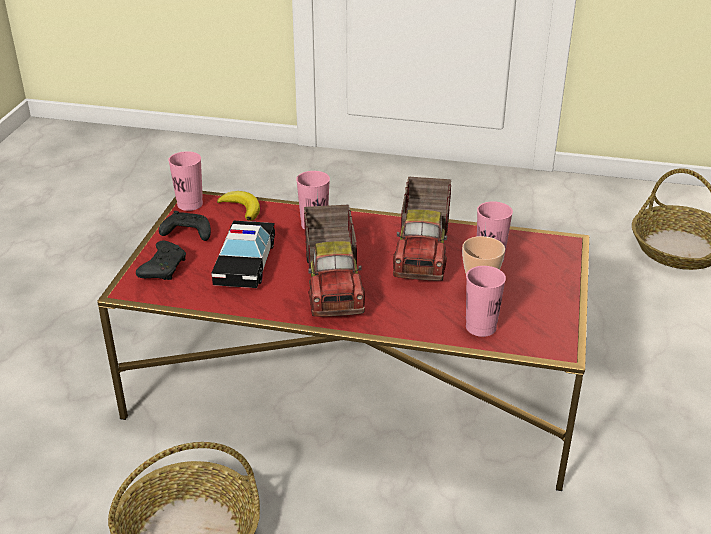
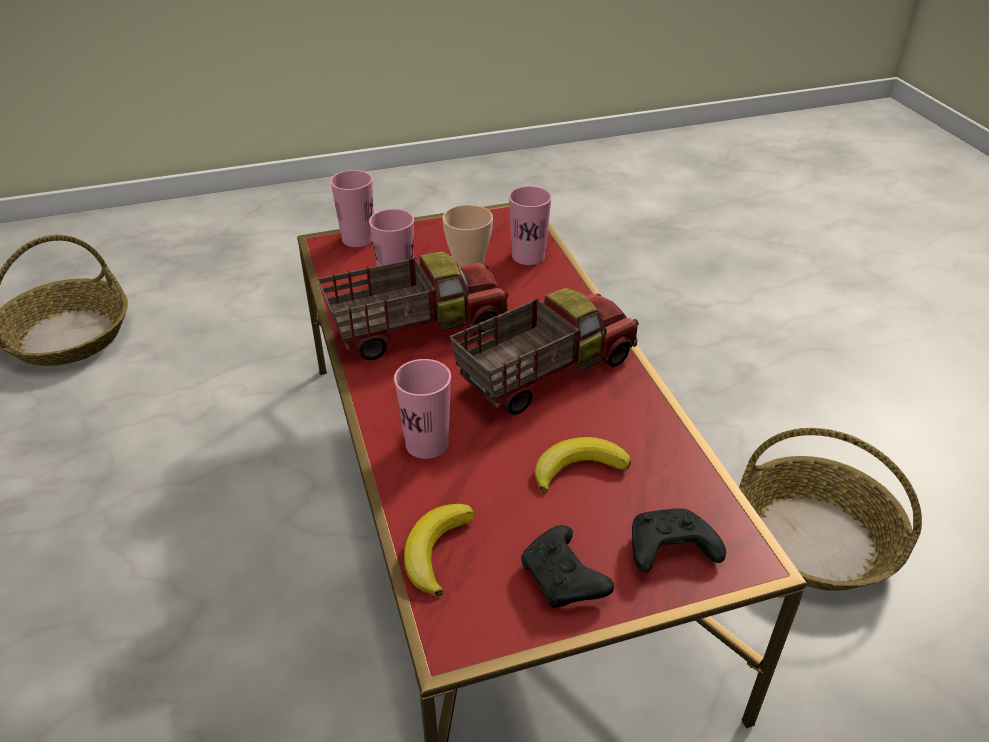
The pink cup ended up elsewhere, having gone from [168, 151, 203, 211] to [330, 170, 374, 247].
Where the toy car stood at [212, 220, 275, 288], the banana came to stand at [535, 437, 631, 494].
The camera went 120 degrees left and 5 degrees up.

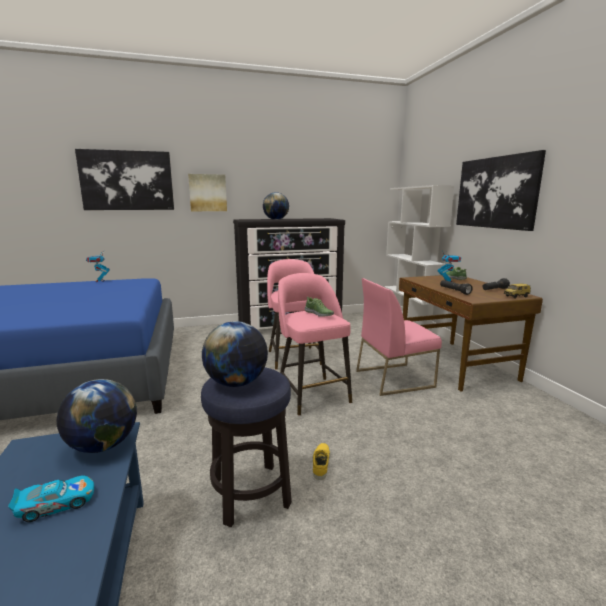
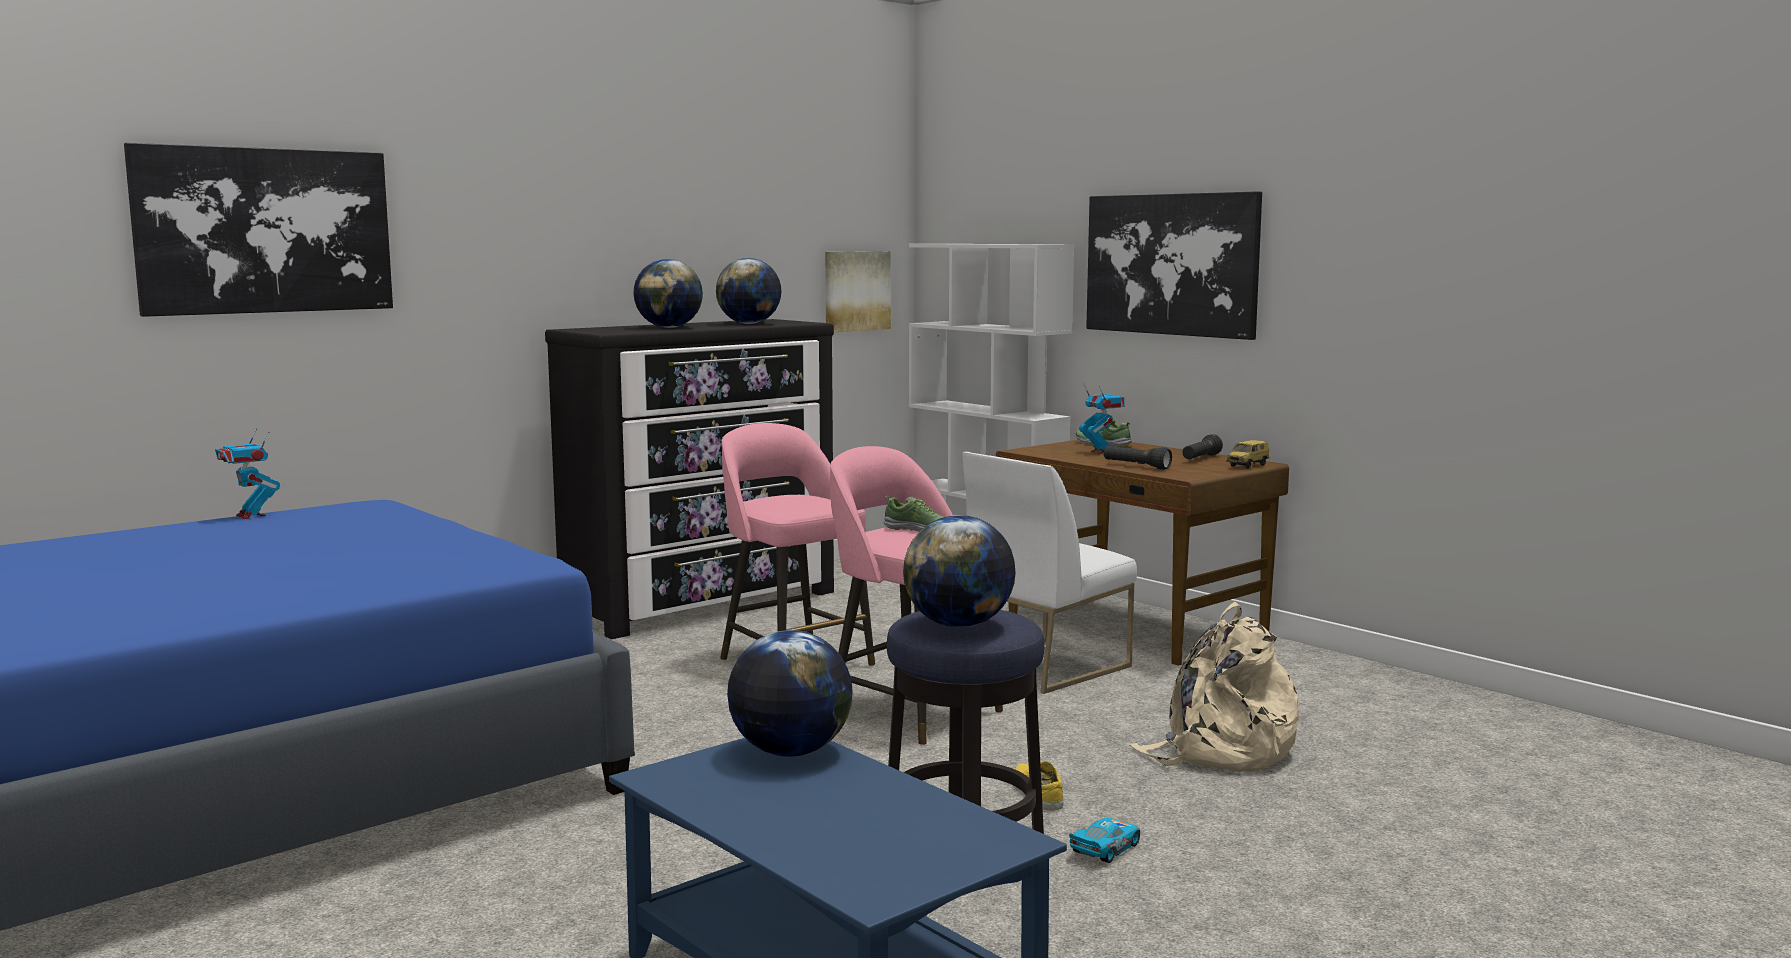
The second view gained the globe at [716, 258, 781, 324].
The picture ended up elsewhere, having gone from [188, 174, 227, 211] to [825, 251, 891, 332].
What was the pink chair at [356, 278, 442, 396] turned into the white chair at [962, 452, 1137, 694].
The toy car ended up elsewhere, having gone from [8, 475, 94, 522] to [1069, 817, 1140, 863].
The second view gained the beige backpack at [1130, 602, 1300, 772].
The camera went 25 degrees left and 5 degrees down.

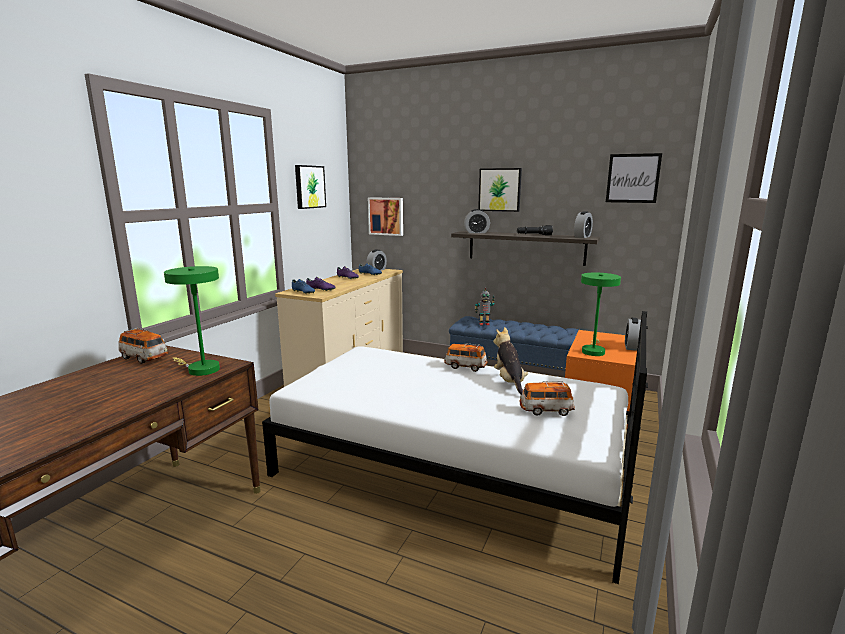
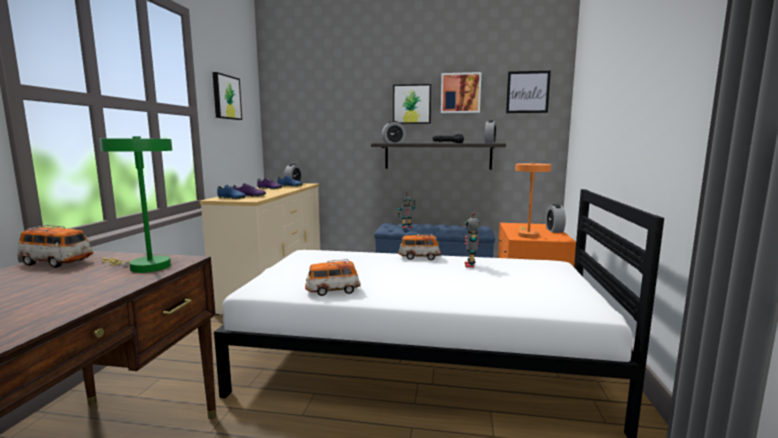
The toy car ended up elsewhere, having gone from [520, 381, 575, 416] to [305, 259, 361, 296].
The picture ended up elsewhere, having gone from [368, 197, 403, 236] to [441, 72, 481, 113].
Where the plush toy stood at [493, 327, 528, 395], the toy robot came to stand at [465, 213, 480, 268].
What was the green table lamp at [581, 273, 621, 356] turned into the orange table lamp at [515, 163, 551, 238].
The camera went 15 degrees left and 5 degrees down.

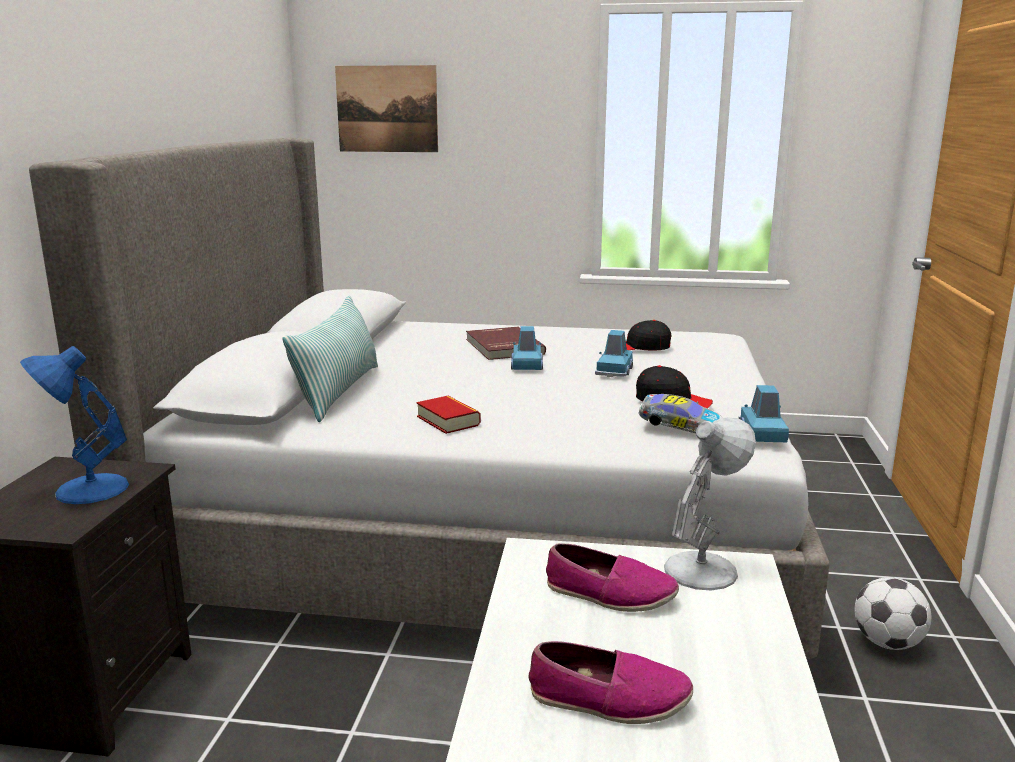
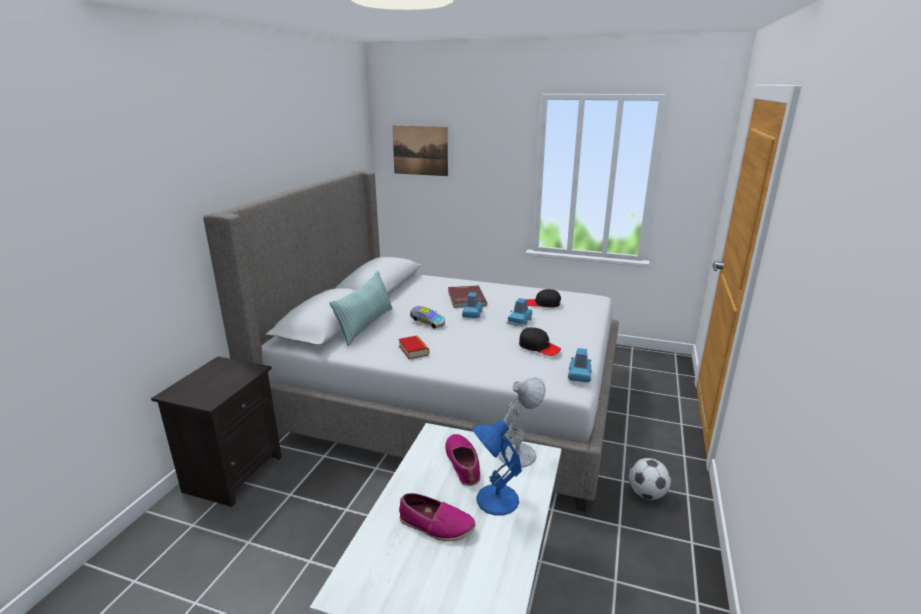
The toy car ended up elsewhere, having gone from [639, 394, 722, 433] to [410, 306, 445, 328].
The shoe at [546, 543, 679, 612] ended up facing another way, 135 degrees counterclockwise from before.
The blue table lamp ended up elsewhere, having gone from [20, 346, 129, 504] to [472, 420, 522, 516].
The camera went 10 degrees right and 5 degrees up.

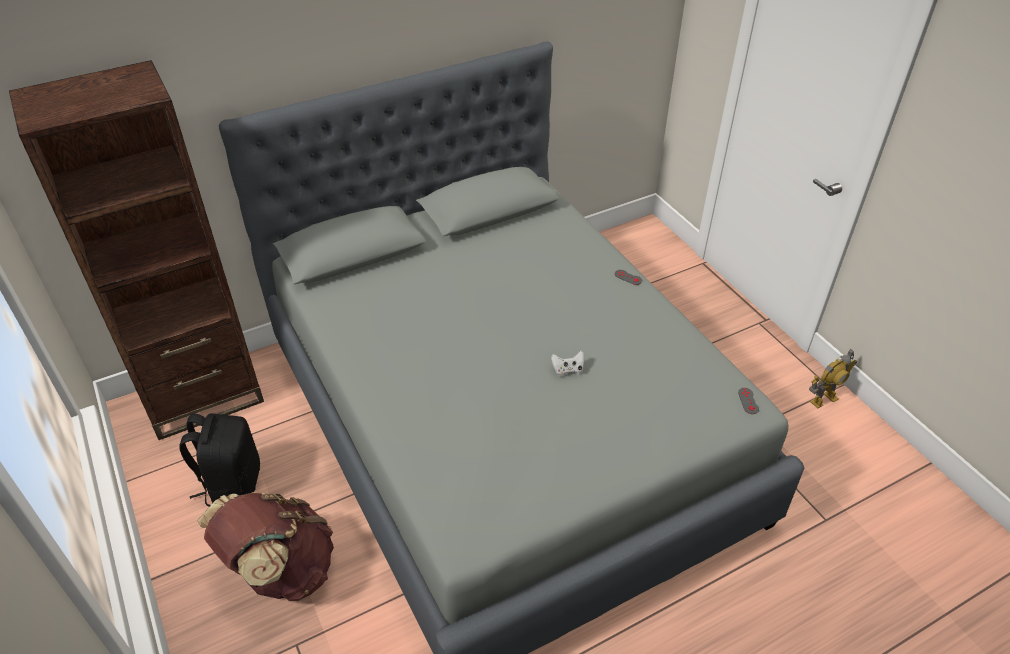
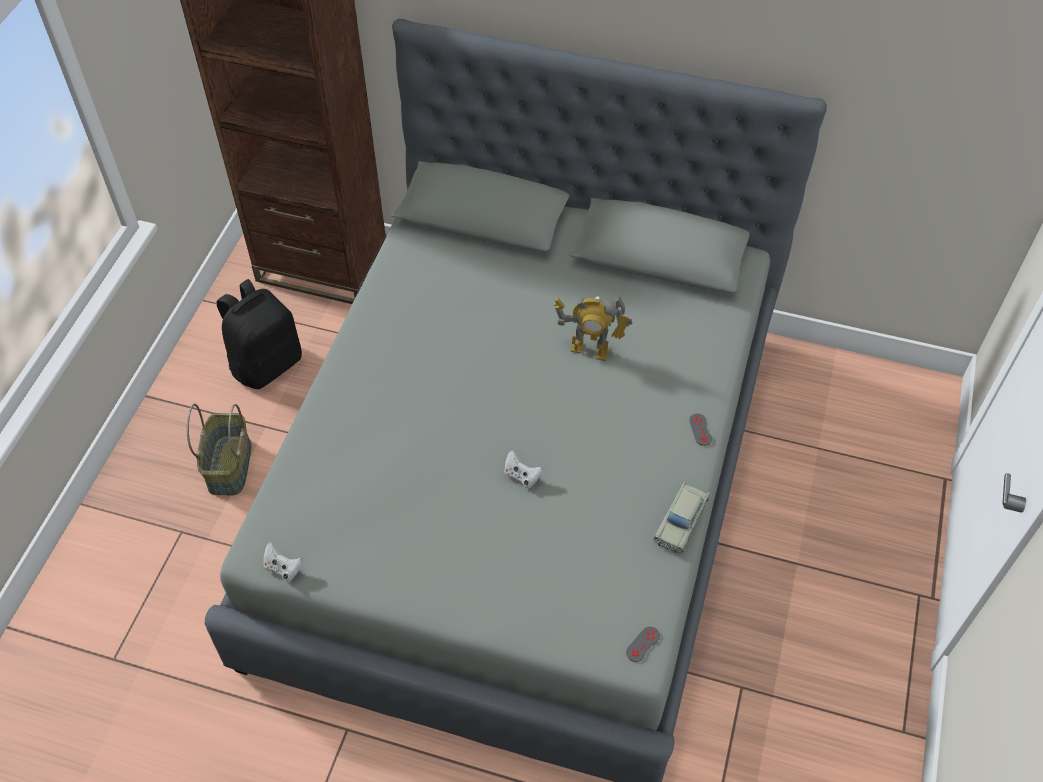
Where the brown backpack stood at [197, 492, 334, 601], the basket came to stand at [187, 404, 252, 495].
The second view gained the white game controller at [264, 542, 303, 582].
The toy robot ended up elsewhere, having gone from [809, 349, 857, 408] to [554, 296, 632, 361].
The second view gained the beige toy car at [654, 481, 710, 553].
The camera went 45 degrees right and 10 degrees up.

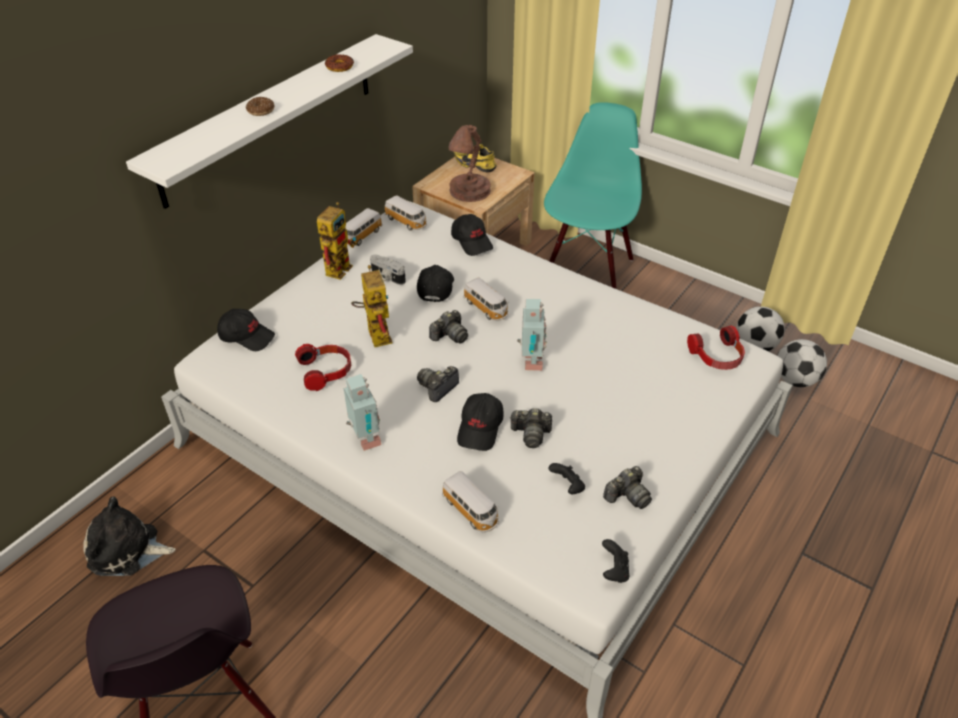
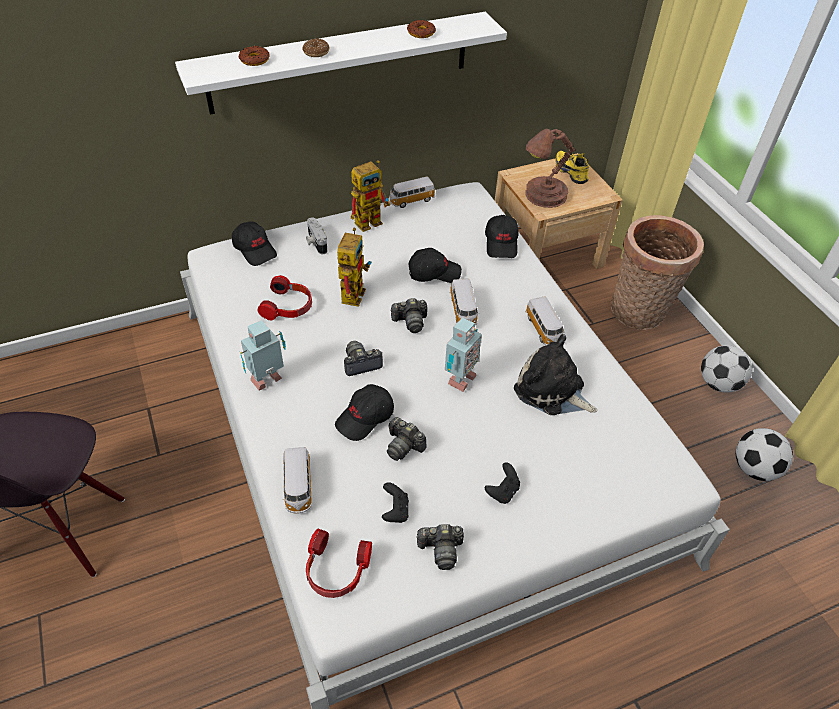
The second view gained the donut at [239, 46, 270, 66].
The toy robot at [344, 374, 381, 451] ended up facing another way, 135 degrees counterclockwise from before.
The photo camera ended up elsewhere, having gone from [370, 254, 406, 285] to [306, 218, 327, 254].
The headphones ended up elsewhere, having gone from [687, 325, 745, 370] to [306, 529, 372, 598].
The black cap at [417, 265, 454, 302] ended up facing another way, 45 degrees clockwise from before.
The black game controller ended up elsewhere, having gone from [602, 539, 629, 583] to [485, 462, 520, 504].
The plush toy ended up elsewhere, having gone from [83, 496, 175, 576] to [514, 334, 597, 415].
The toy car ended up elsewhere, having gone from [385, 195, 427, 231] to [525, 296, 566, 345].
Where the turquoise chair stood at [544, 102, 642, 289], the basket came to stand at [611, 215, 704, 330].
The football ended up elsewhere, having gone from [777, 339, 827, 387] to [701, 345, 752, 393].
The camera went 30 degrees right and 5 degrees up.

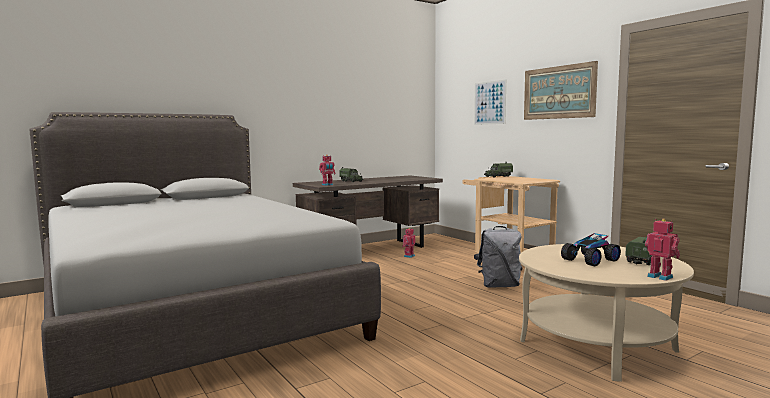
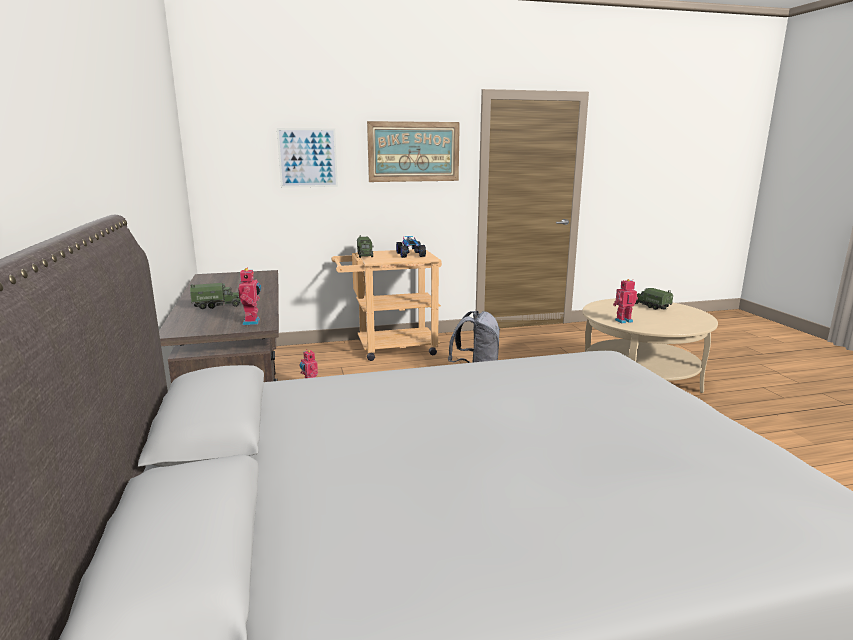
The toy car ended up elsewhere, having gone from [561, 233, 621, 266] to [396, 236, 426, 258].
The toy robot ended up elsewhere, having gone from [645, 219, 680, 281] to [613, 279, 638, 324].
The camera went 70 degrees left and 10 degrees up.

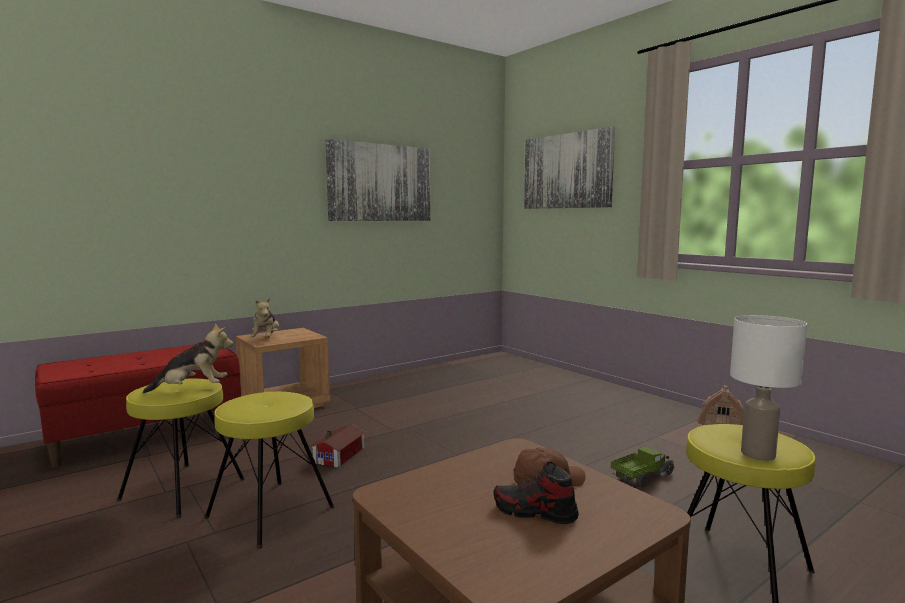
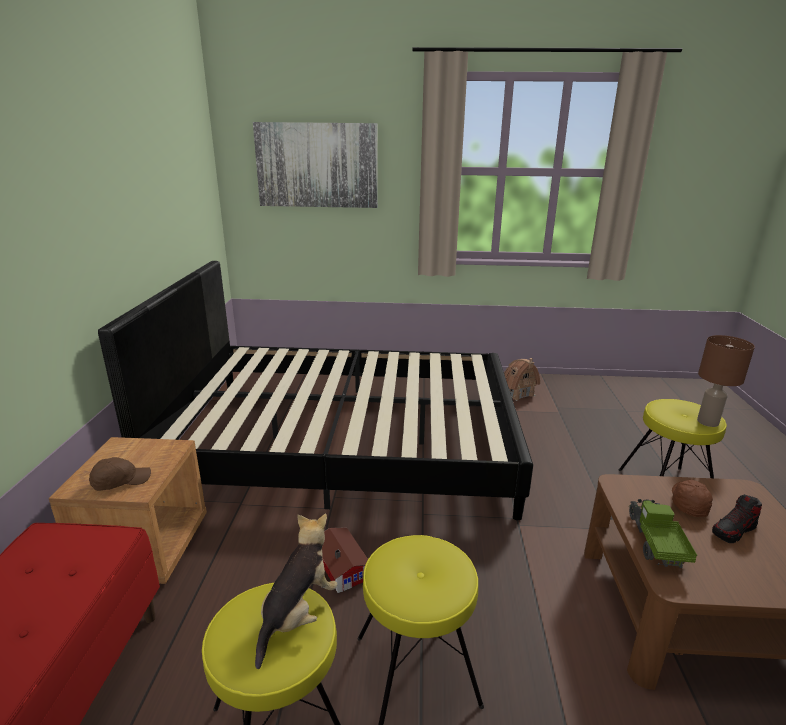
Where the plush toy stood at [250, 298, 279, 338], the brown cap came to stand at [89, 457, 151, 491].
The second view gained the black bed at [98, 261, 533, 520].
The toy truck ended up elsewhere, having gone from [611, 447, 675, 488] to [629, 499, 697, 568].
What was the white table lamp at [730, 315, 807, 461] turned into the brown table lamp at [697, 335, 755, 427].
The second view lost the picture at [326, 139, 431, 221].
The camera went 50 degrees left and 15 degrees up.

